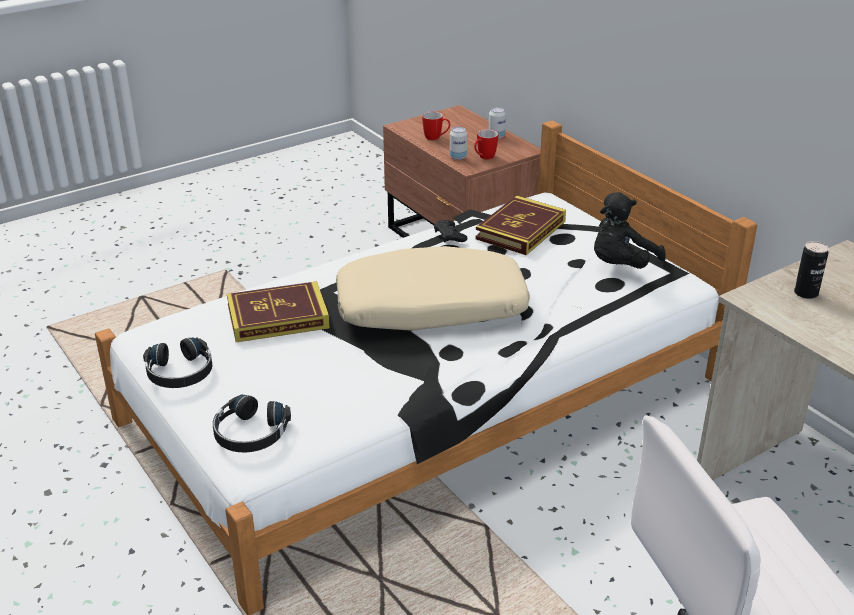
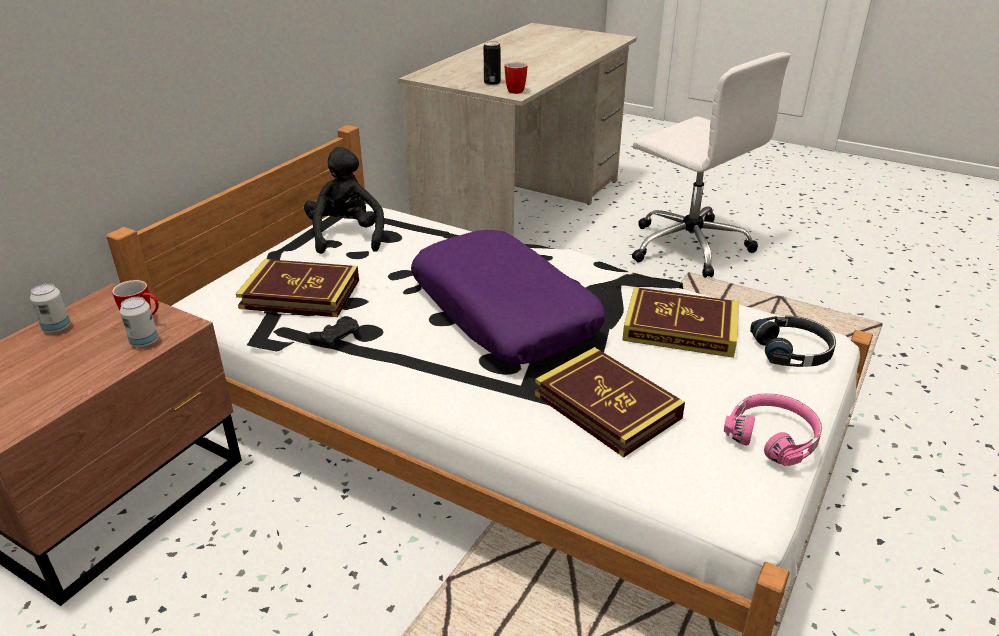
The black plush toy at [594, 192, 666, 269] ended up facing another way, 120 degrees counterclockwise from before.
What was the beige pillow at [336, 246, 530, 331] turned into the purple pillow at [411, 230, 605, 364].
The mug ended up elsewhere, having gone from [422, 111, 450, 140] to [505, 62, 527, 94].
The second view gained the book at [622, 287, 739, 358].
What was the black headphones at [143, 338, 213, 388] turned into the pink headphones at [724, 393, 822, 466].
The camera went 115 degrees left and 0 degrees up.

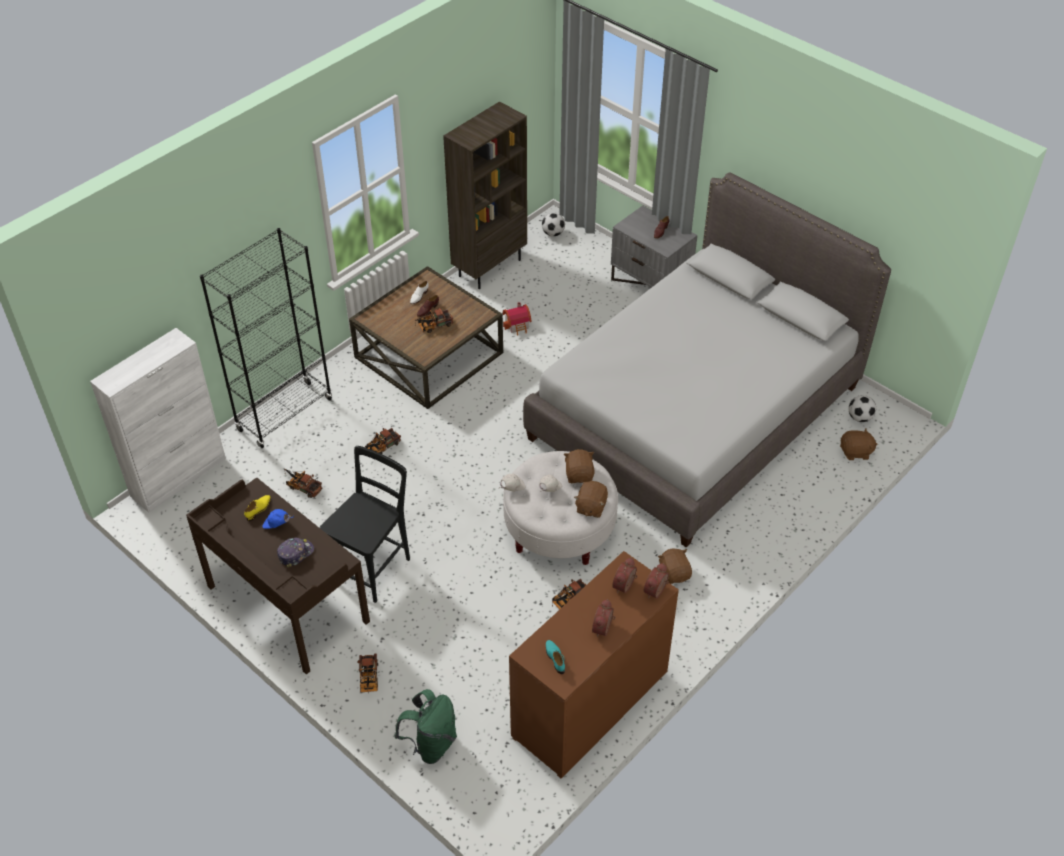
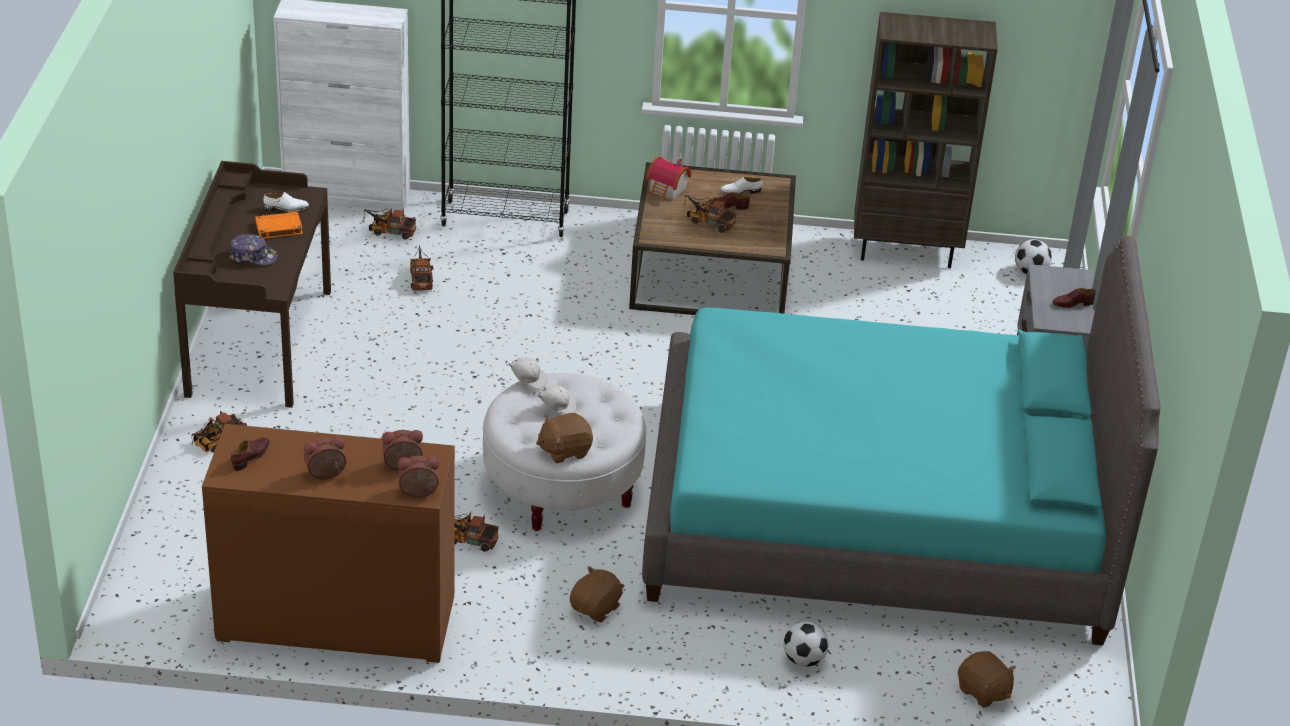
What was the turquoise shoe at [546, 640, 565, 674] turned into the brown shoe at [231, 437, 270, 471].
Where the blue cap stood at [262, 509, 294, 529], the orange book came to stand at [255, 212, 303, 239].
What was the yellow shoe at [244, 495, 271, 521] turned into the white shoe at [263, 192, 309, 212].
The toy truck ended up elsewhere, having gone from [365, 428, 401, 454] to [363, 208, 416, 240].
What was the grey bed at [523, 173, 891, 547] turned into the turquoise bed at [642, 236, 1161, 645].
The toy house ended up elsewhere, having gone from [503, 302, 532, 336] to [646, 156, 692, 202].
The football ended up elsewhere, having gone from [848, 395, 876, 422] to [783, 621, 829, 667].
The second view lost the black chair at [320, 446, 410, 603].
The second view lost the green backpack at [394, 689, 457, 764].
The second view lost the brown plush toy at [564, 449, 594, 483].
The camera went 50 degrees right and 10 degrees down.

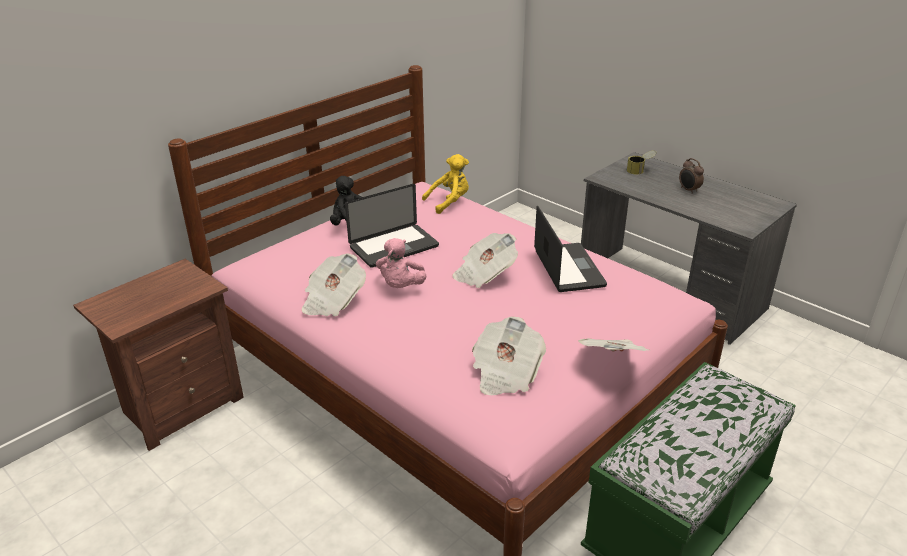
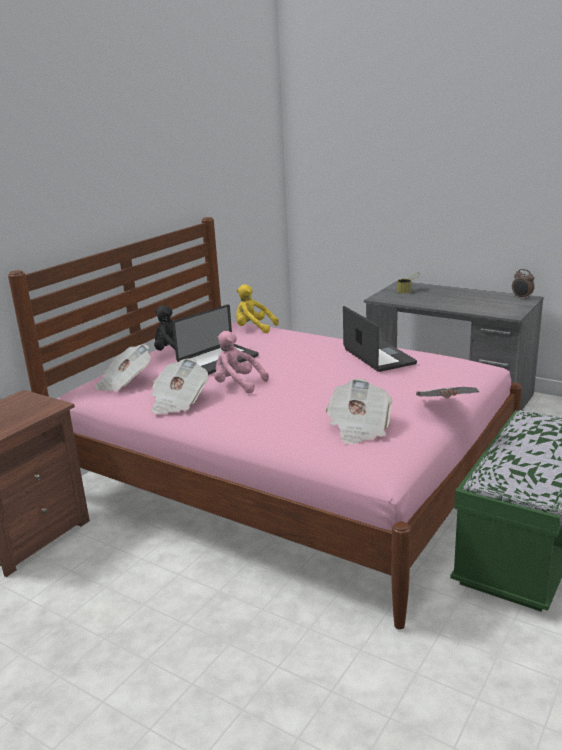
The newspaper ended up elsewhere, having gone from [452, 233, 518, 288] to [94, 344, 151, 392].
The pink plush toy at [376, 238, 426, 288] ended up facing another way, 120 degrees clockwise from before.
The yellow plush toy at [422, 154, 469, 214] ended up facing another way, 120 degrees counterclockwise from before.
The alarm clock ended up elsewhere, having gone from [679, 158, 704, 194] to [512, 269, 535, 300].
The camera went 10 degrees left and 10 degrees down.

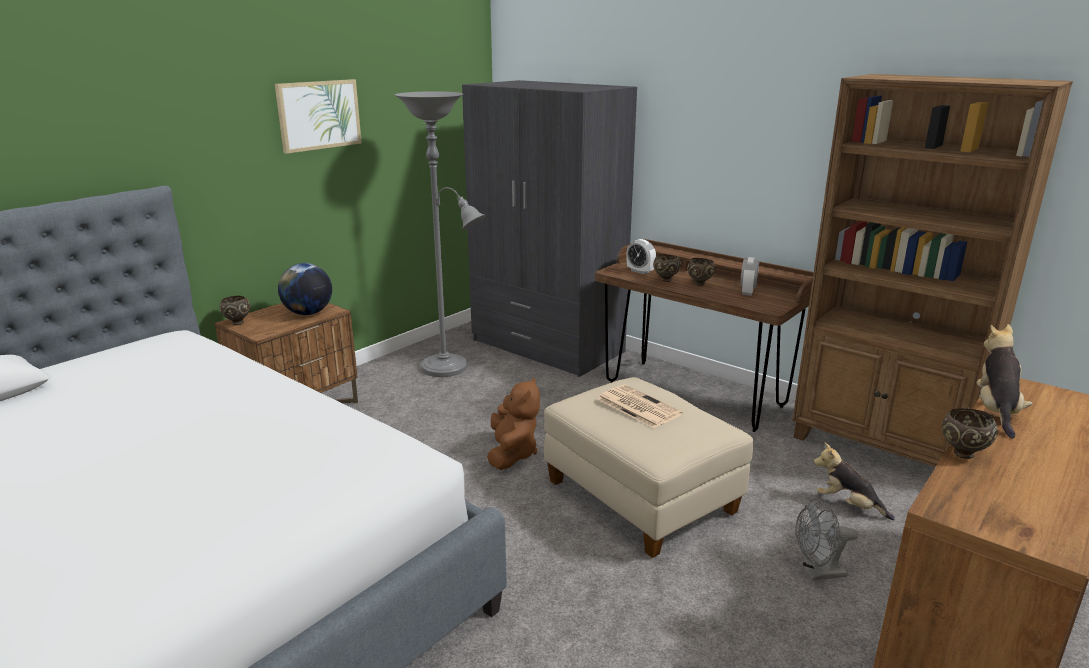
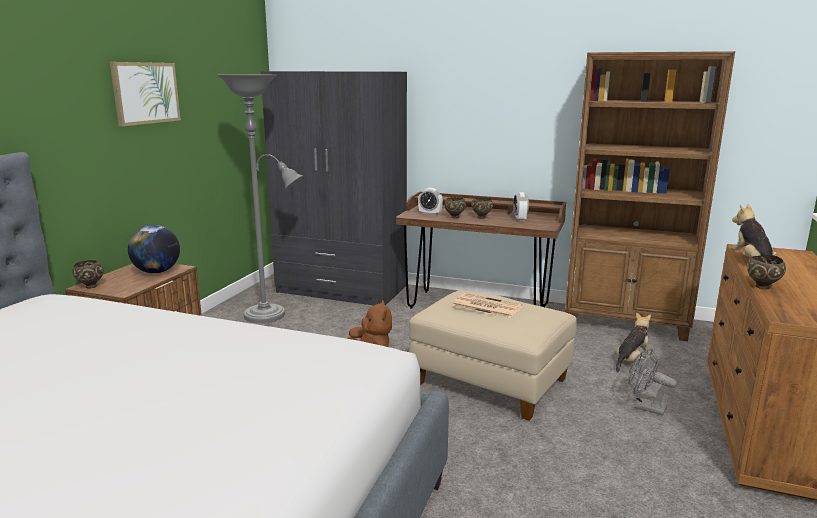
The plush toy at [814, 442, 895, 520] ended up facing another way, 120 degrees clockwise from before.
The grey fan at [795, 498, 858, 580] ended up facing another way, 60 degrees clockwise from before.
The camera went 20 degrees left and 5 degrees down.

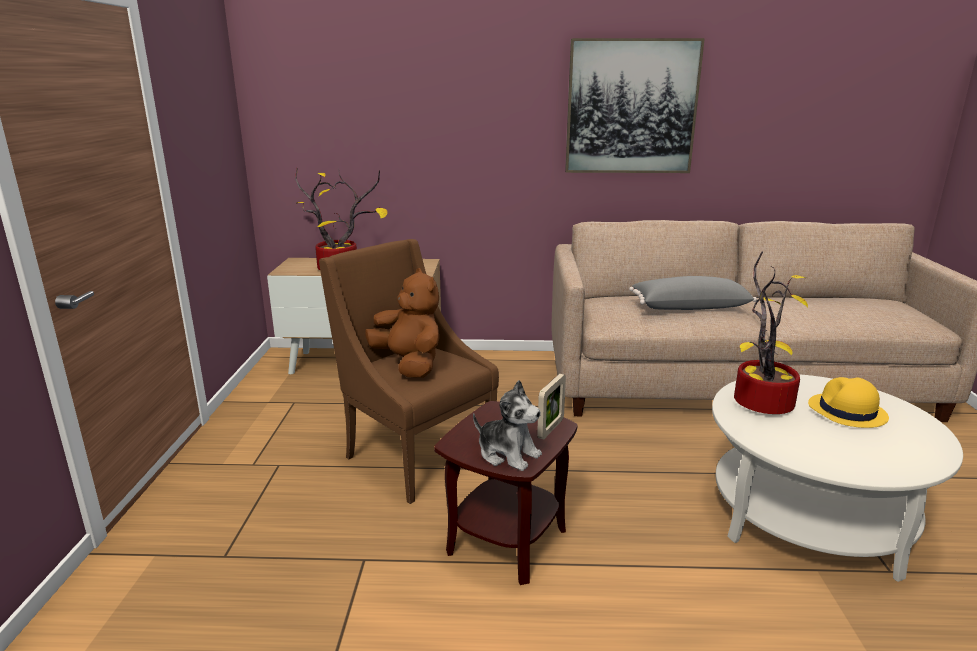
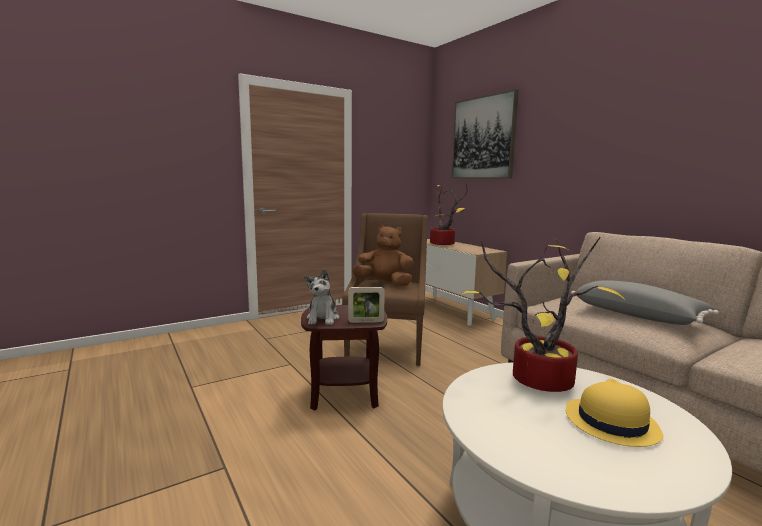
The brown plush toy at [365, 268, 439, 378] ended up facing another way, 90 degrees counterclockwise from before.
The picture ended up elsewhere, having gone from [565, 38, 705, 173] to [451, 89, 519, 179].
The camera went 55 degrees right and 10 degrees down.

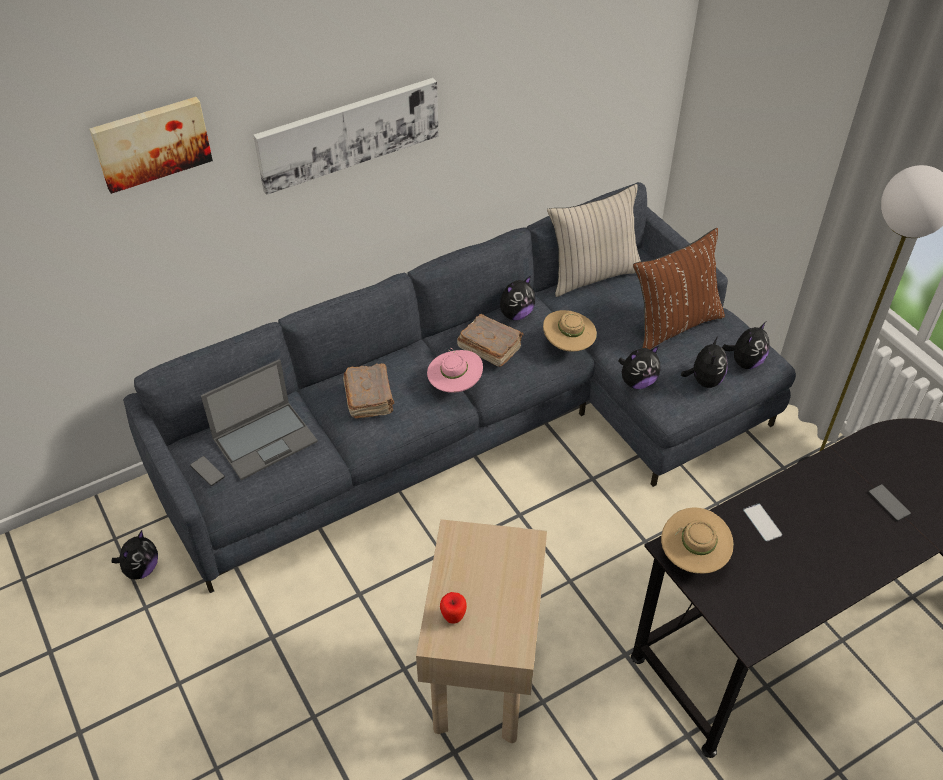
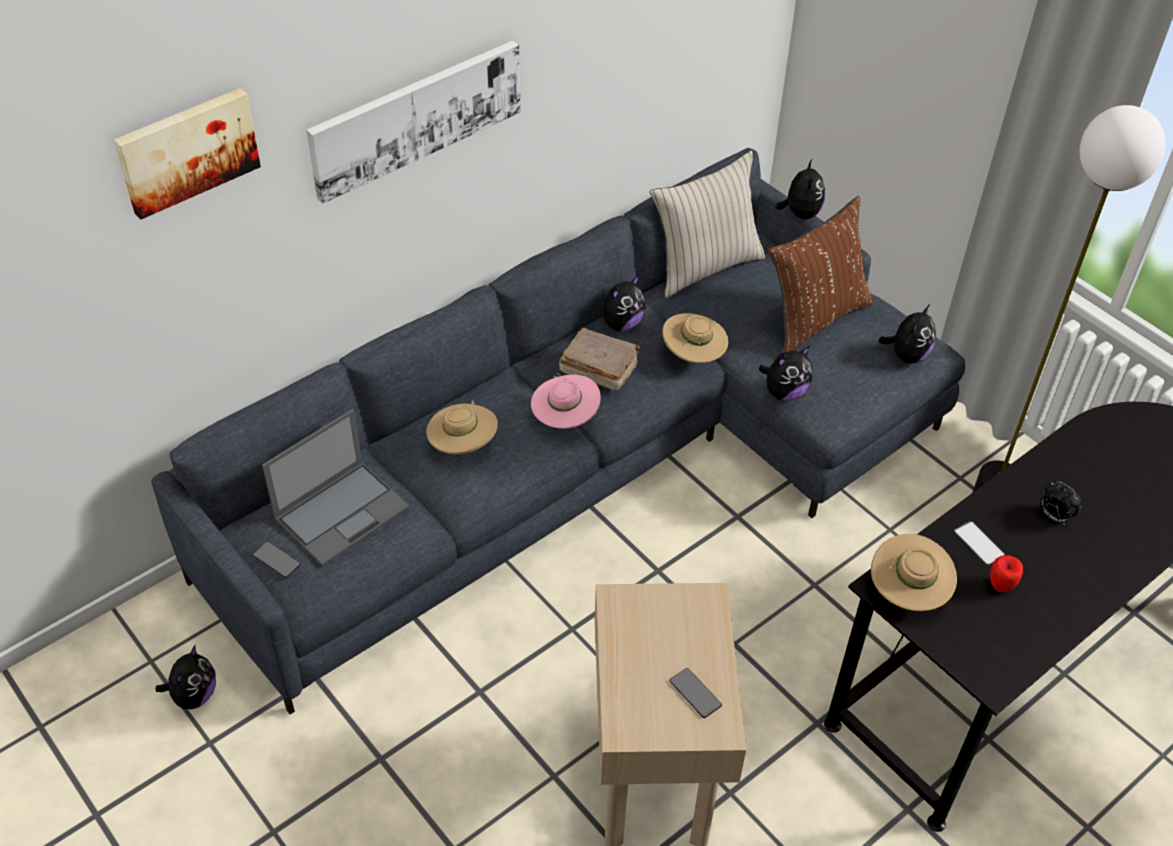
Where the brown book stood at [343, 363, 394, 419], the beige hat came to stand at [426, 401, 498, 455].
The phone ended up elsewhere, having gone from [868, 484, 911, 521] to [669, 668, 722, 718].
The plush toy ended up elsewhere, having gone from [681, 336, 728, 388] to [775, 159, 825, 219].
The apple ended up elsewhere, having gone from [440, 592, 467, 624] to [990, 556, 1023, 593].
The second view gained the alarm clock at [1040, 481, 1081, 525].
The camera went 10 degrees left and 0 degrees up.

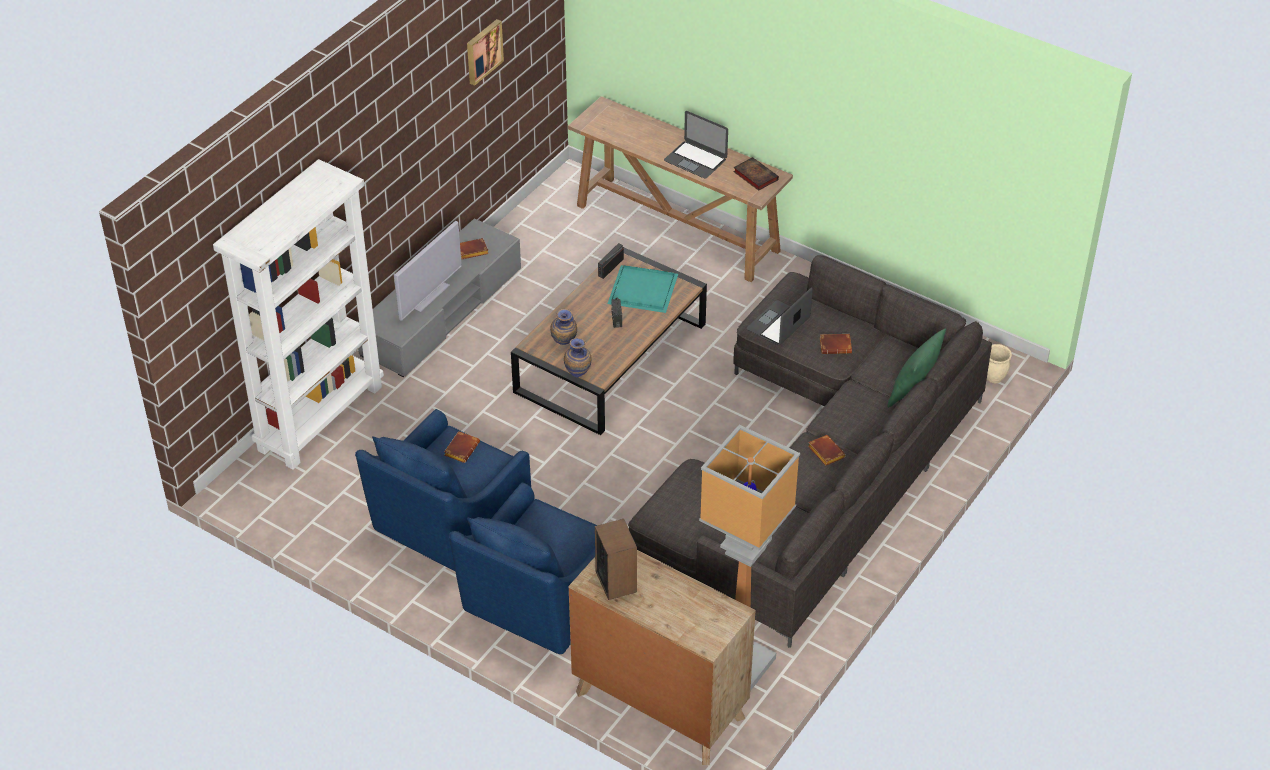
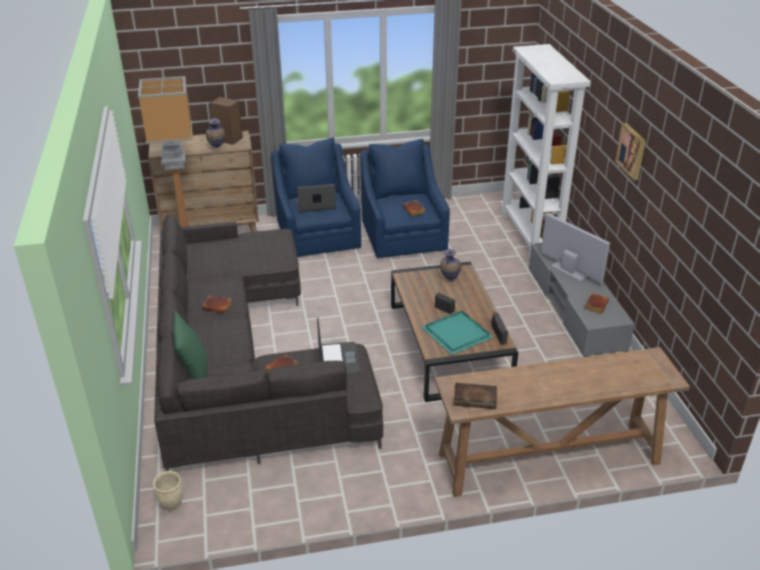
The vase ended up elsewhere, having gone from [564, 338, 592, 378] to [206, 118, 225, 148].
The laptop ended up elsewhere, having gone from [664, 111, 728, 179] to [296, 184, 336, 212].
The television at [394, 221, 462, 321] ended up facing another way, 150 degrees clockwise from before.
The picture ended up elsewhere, having gone from [467, 19, 504, 86] to [615, 123, 646, 180].
The camera went 135 degrees right and 10 degrees down.

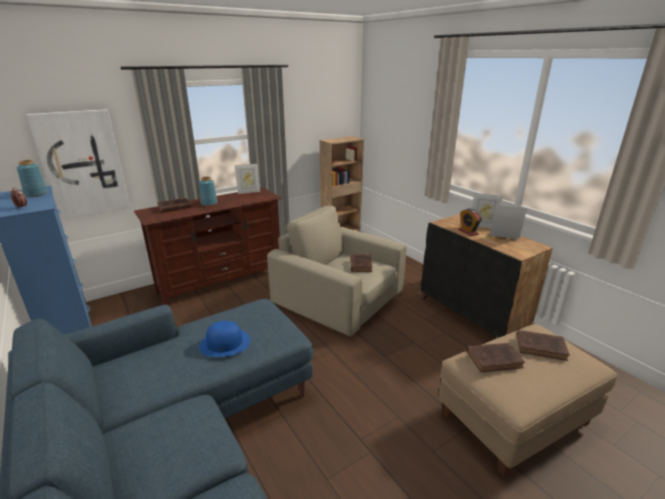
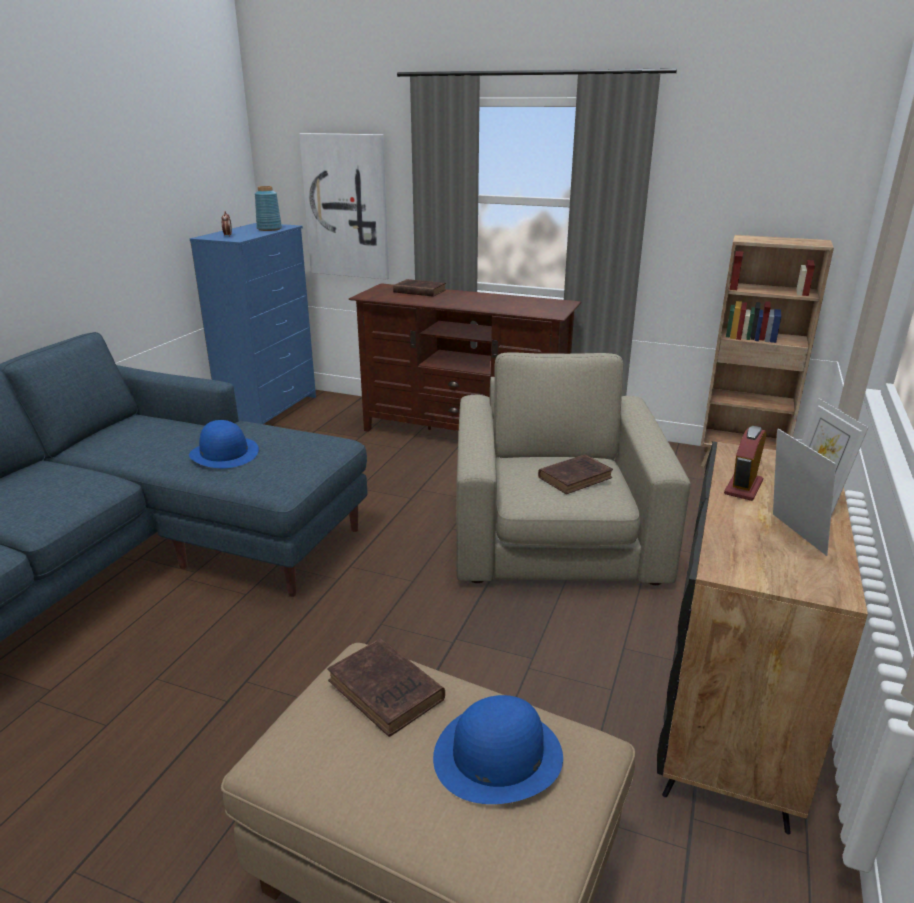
Where the brown book stood at [517, 330, 570, 361], the blue hat came to stand at [433, 695, 563, 804].
The second view lost the blue vase at [199, 176, 218, 206].
The second view lost the picture frame at [235, 164, 260, 194].
The camera went 55 degrees right and 0 degrees up.

